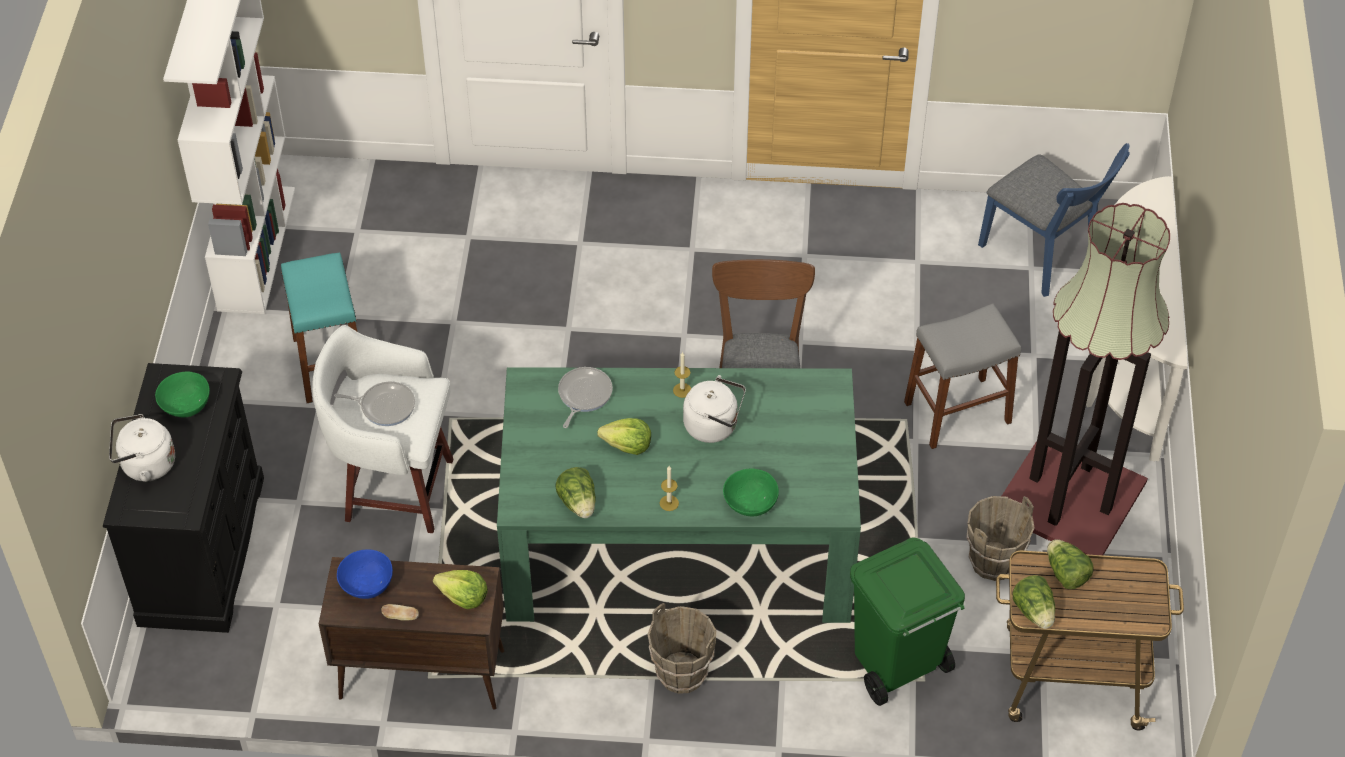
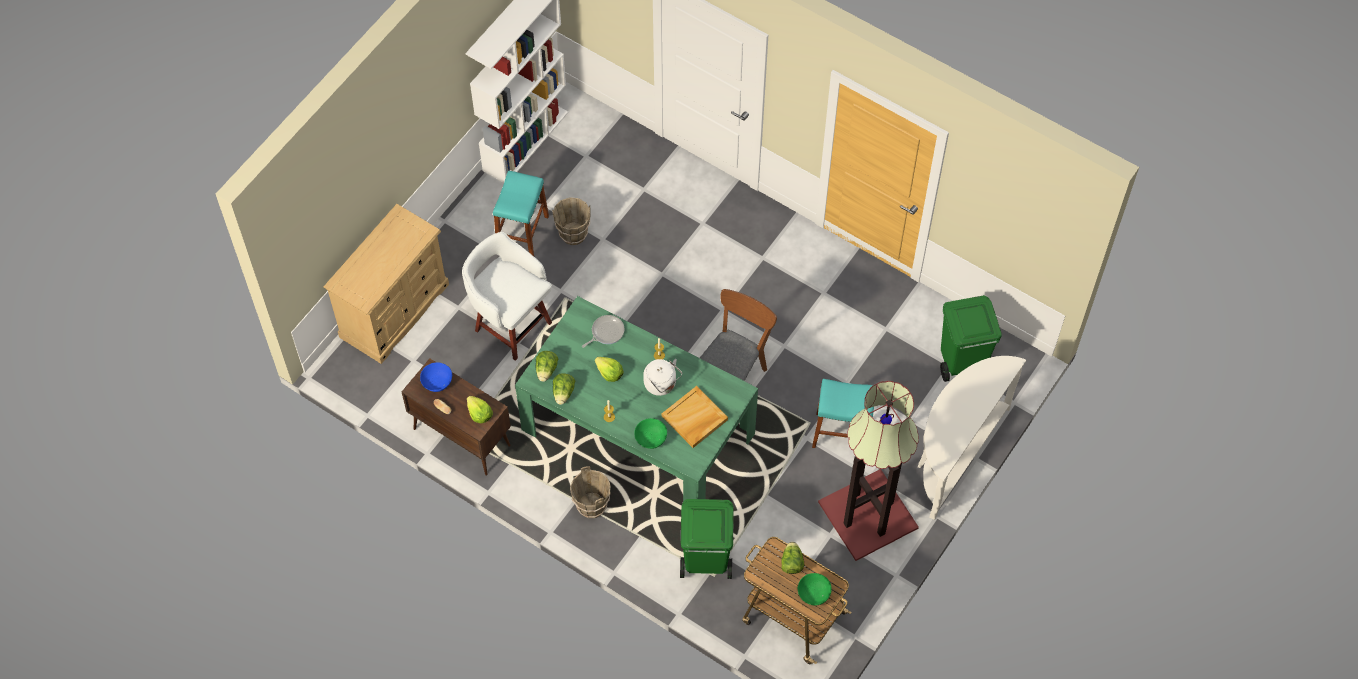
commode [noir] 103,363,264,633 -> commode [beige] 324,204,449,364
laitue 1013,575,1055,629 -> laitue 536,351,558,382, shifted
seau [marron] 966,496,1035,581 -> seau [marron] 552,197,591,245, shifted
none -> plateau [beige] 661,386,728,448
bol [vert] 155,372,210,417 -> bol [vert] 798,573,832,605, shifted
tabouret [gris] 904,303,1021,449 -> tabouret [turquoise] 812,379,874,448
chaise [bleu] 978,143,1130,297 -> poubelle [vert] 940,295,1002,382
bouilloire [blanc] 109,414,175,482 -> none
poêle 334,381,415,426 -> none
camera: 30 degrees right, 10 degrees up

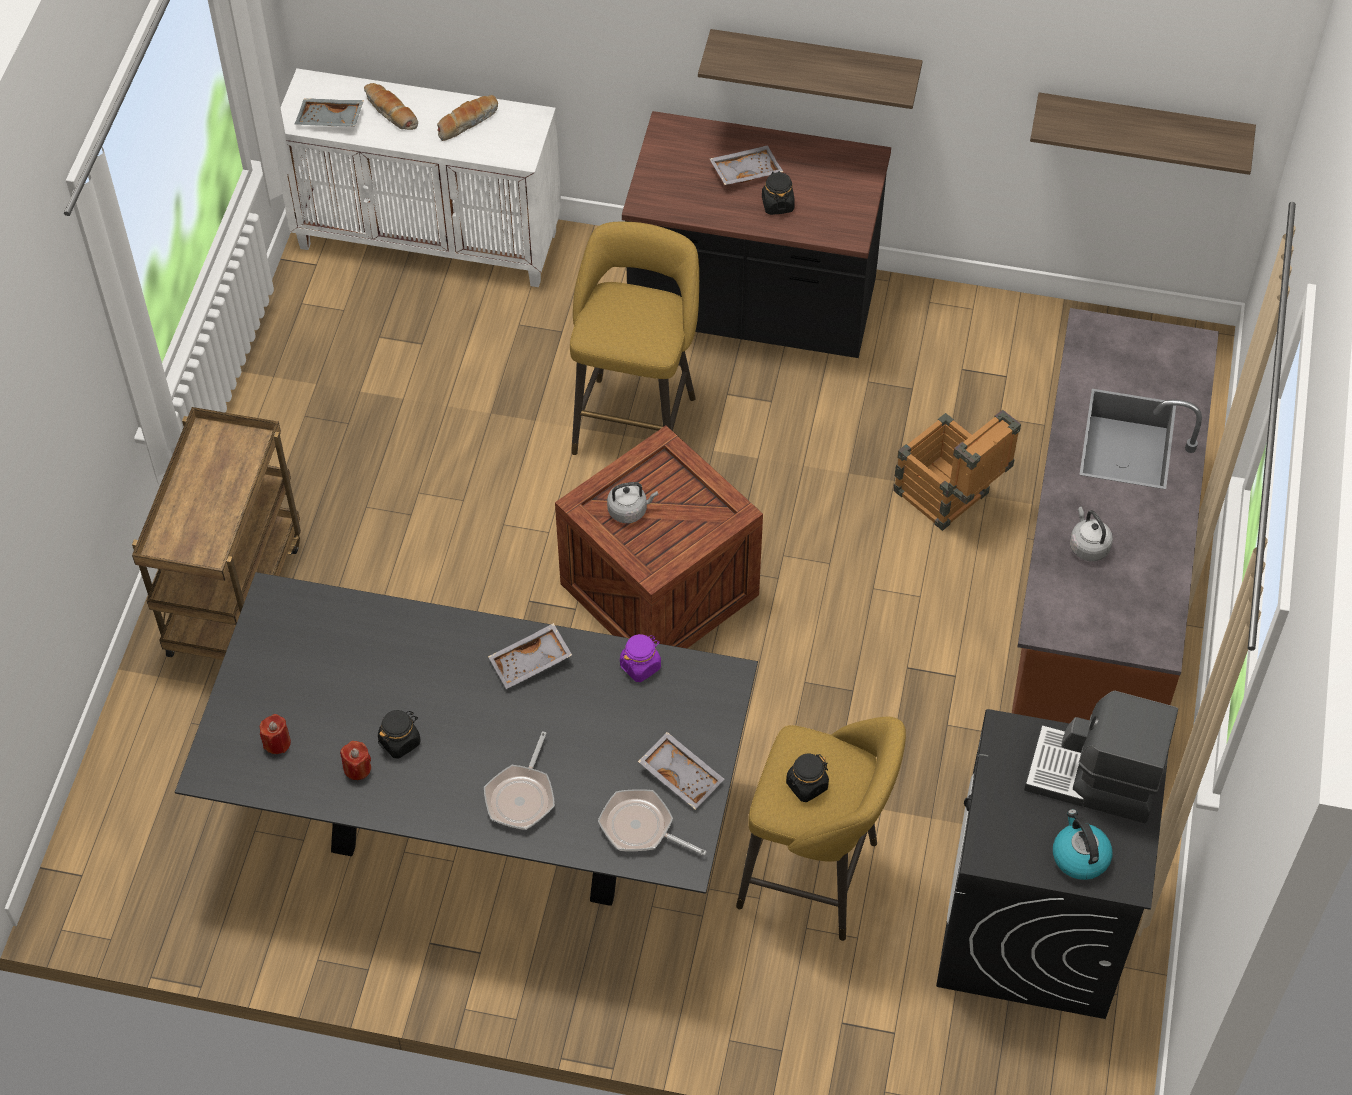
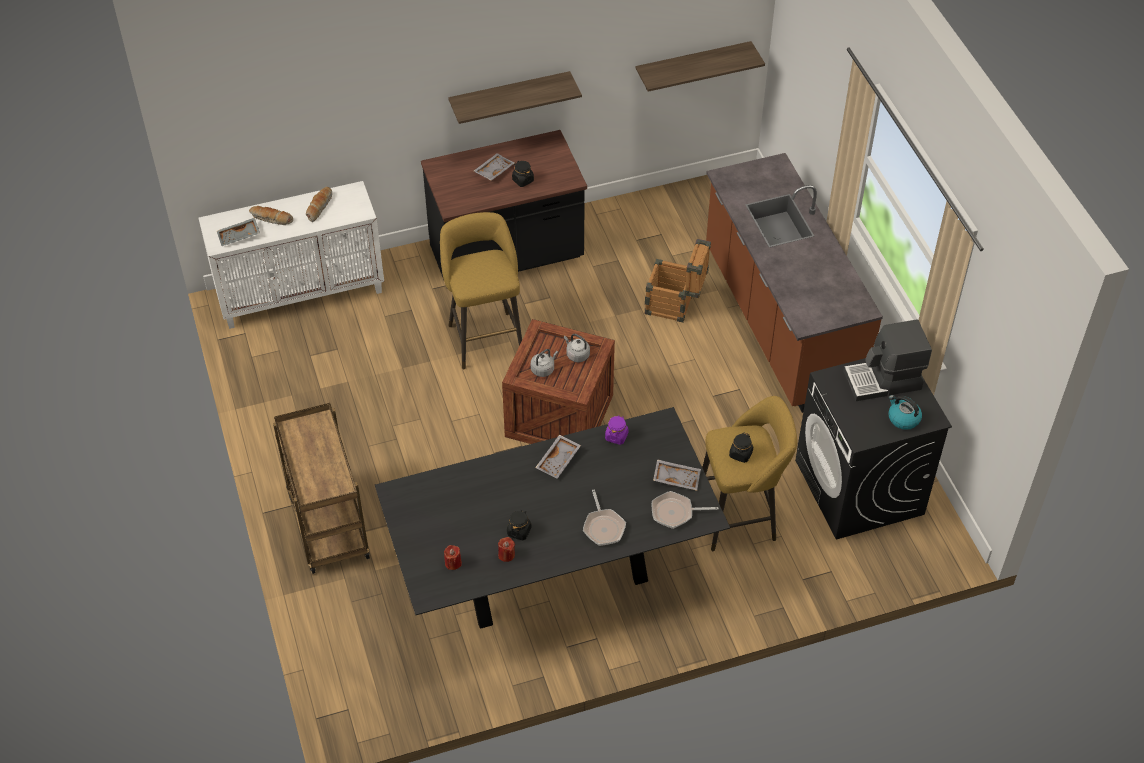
bouilloire [gris] 1070,506,1113,561 -> bouilloire [gris] 564,334,590,362, shifted
camera: 30 degrees left, 5 degrees down

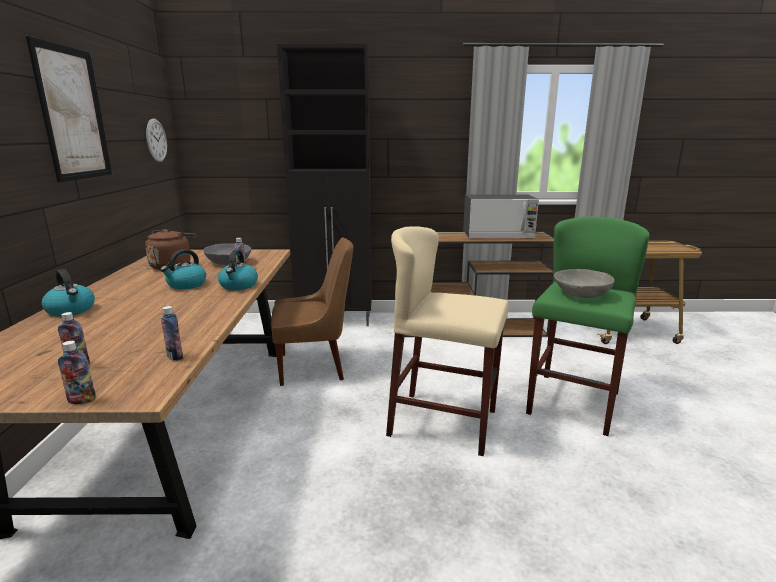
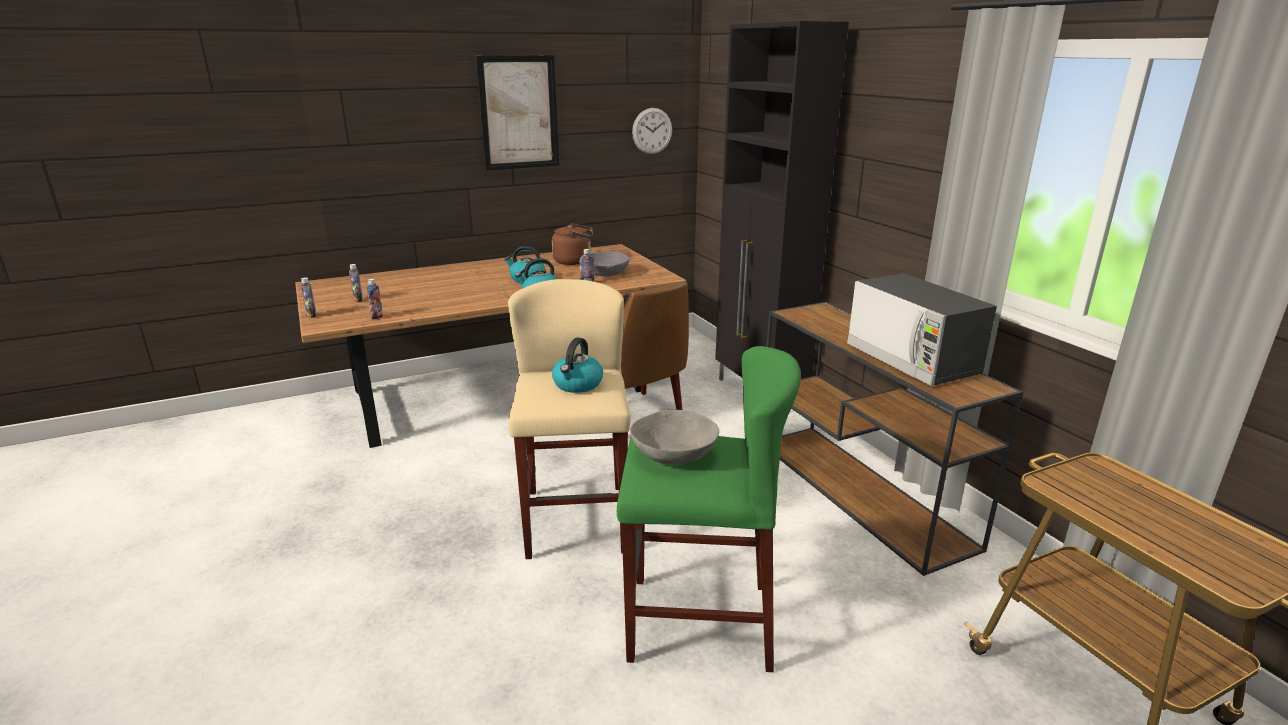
bouilloire 42,269,95,316 -> bouilloire 552,337,603,393, shifted
camera: 65 degrees right, 5 degrees up

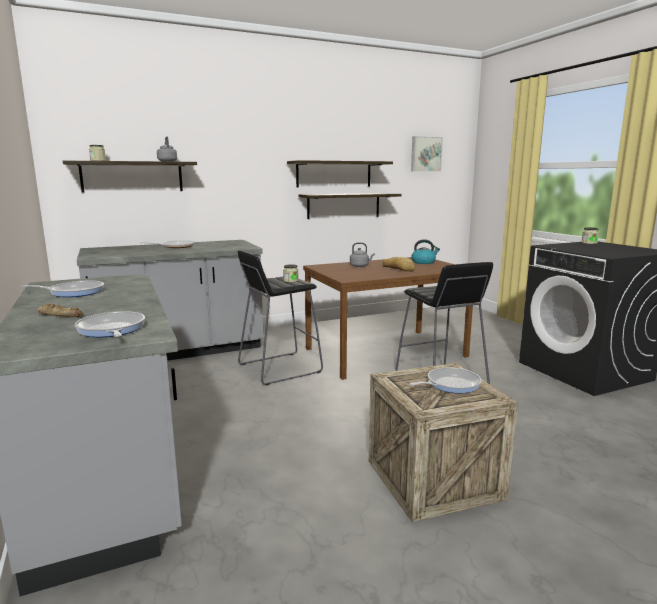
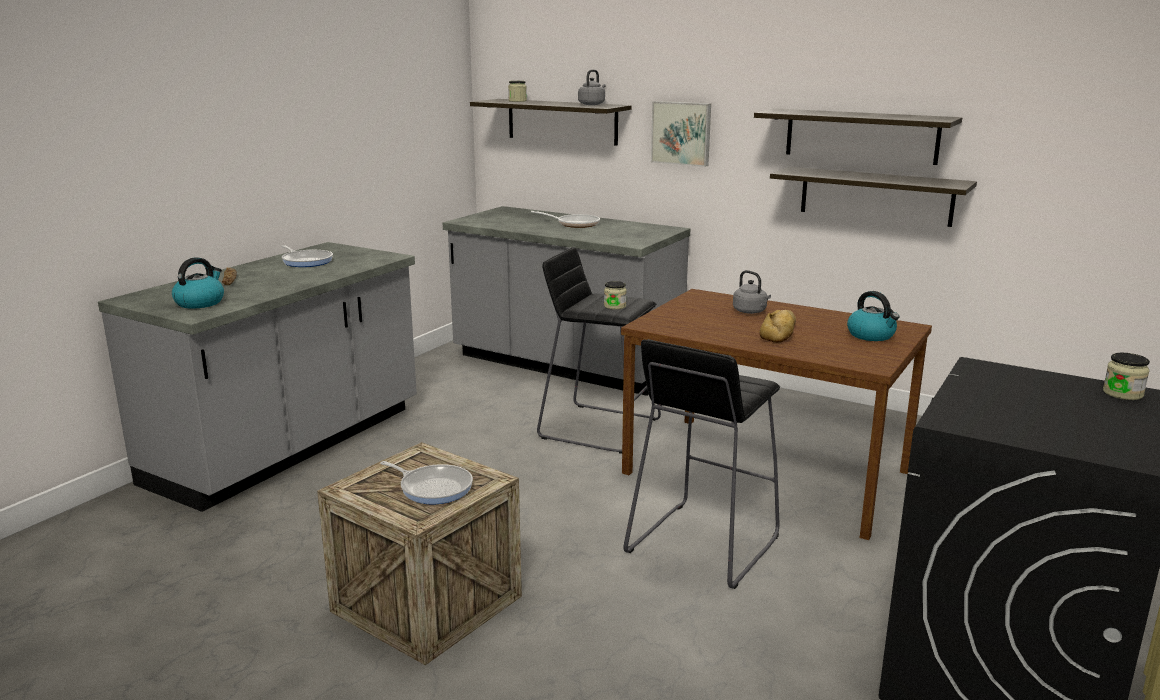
poêle 75,311,145,337 -> bouilloire 172,257,224,309
tableau 411,136,443,172 -> tableau 651,101,711,167, shifted
camera: 55 degrees right, 5 degrees up

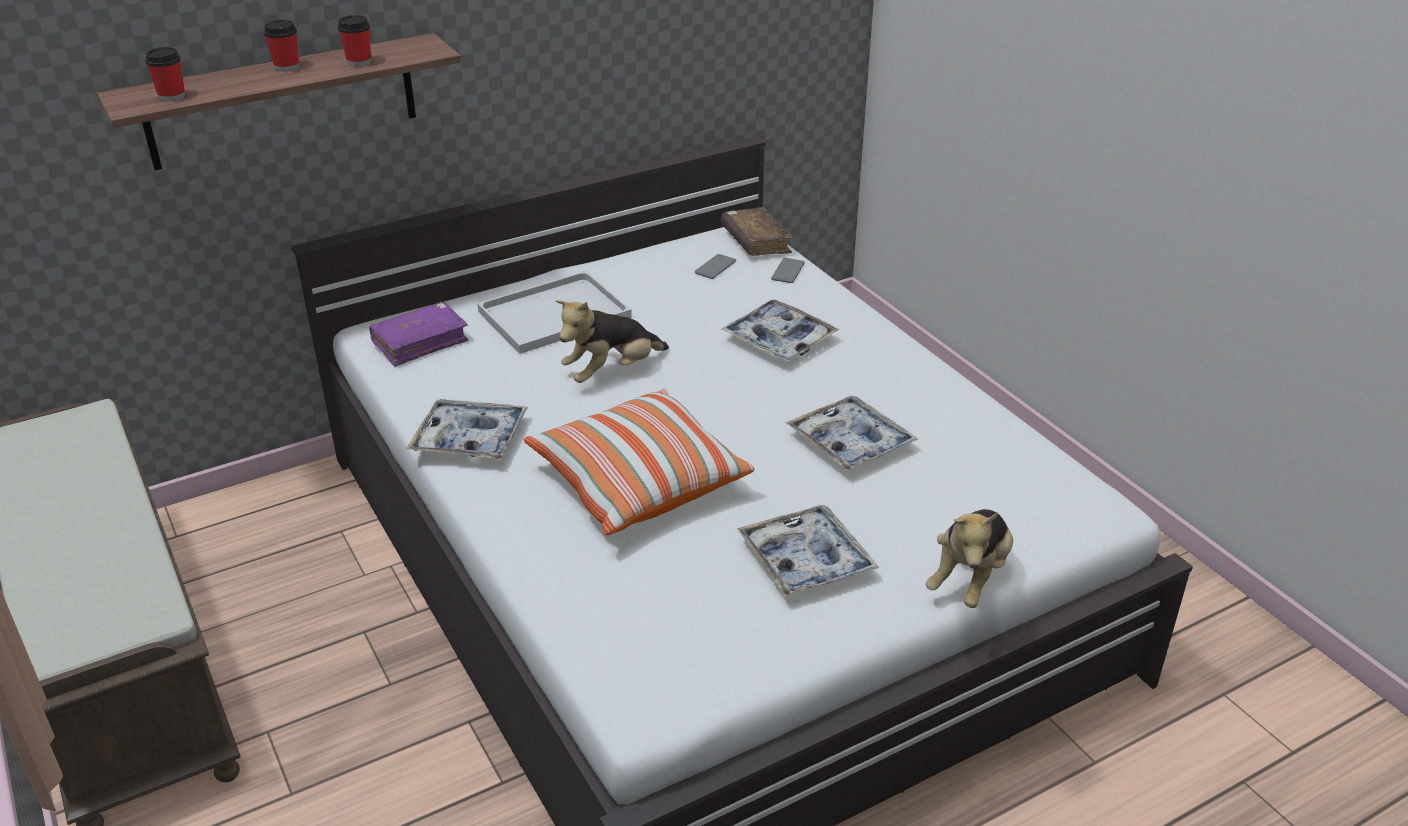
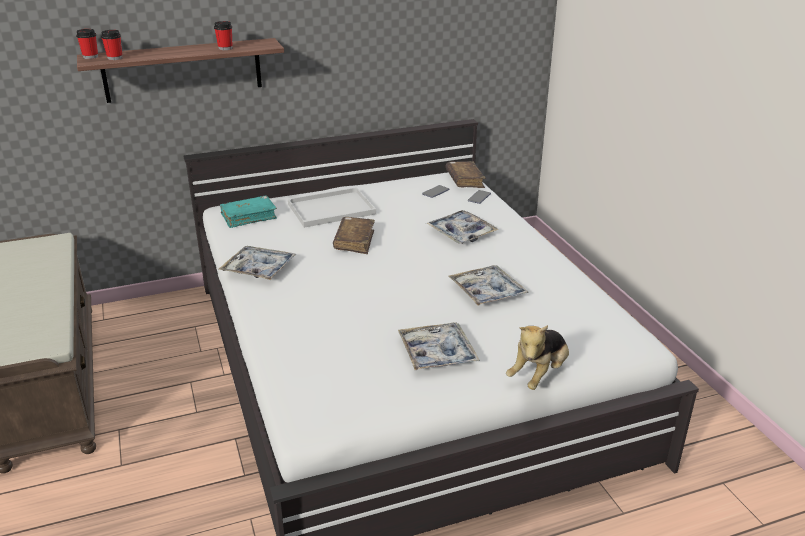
tasse 264,20,299,72 -> tasse 76,29,98,59, shifted
livre [violet] 369,302,469,367 -> livre [turquoise] 220,195,277,228
peluche 556,300,669,383 -> livre [marron] 333,217,375,254
coussin 524,389,754,535 -> none
camera: 10 degrees right, 5 degrees down

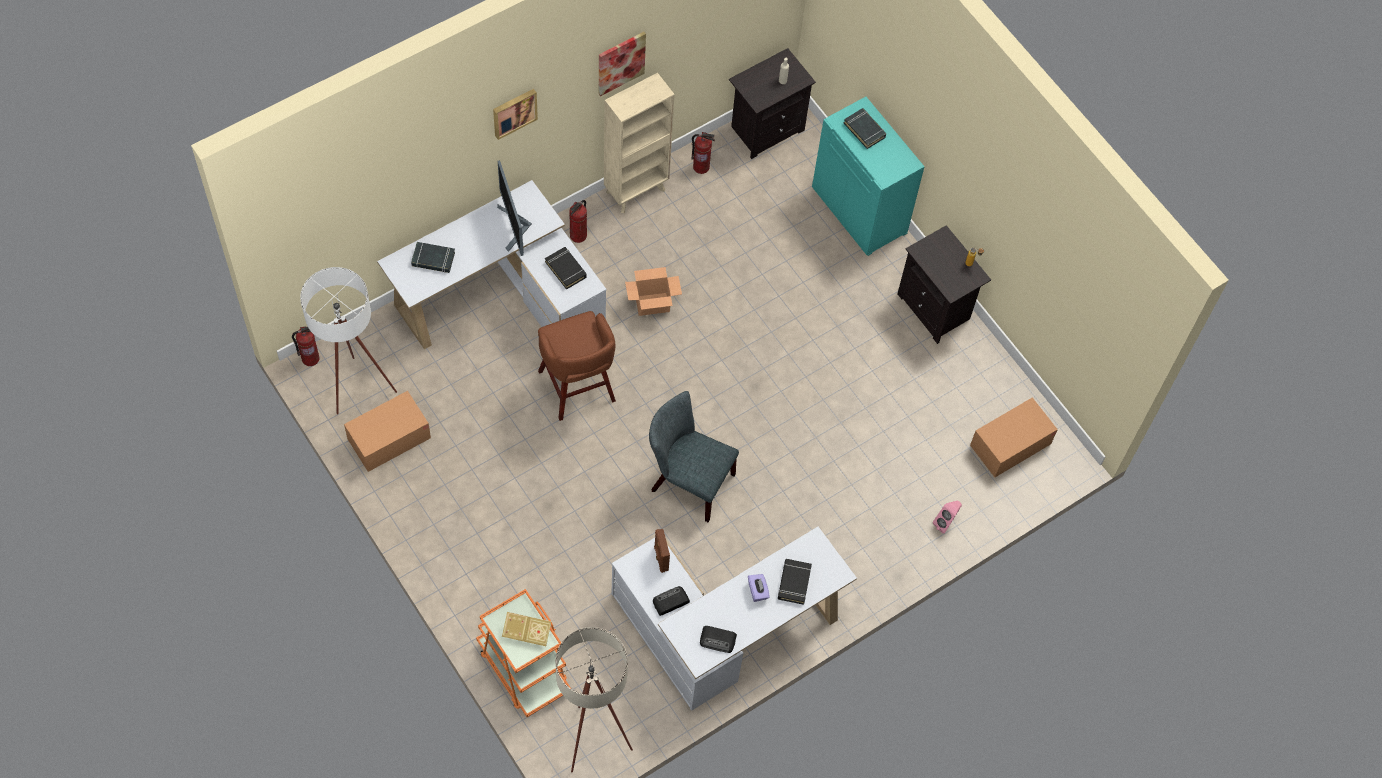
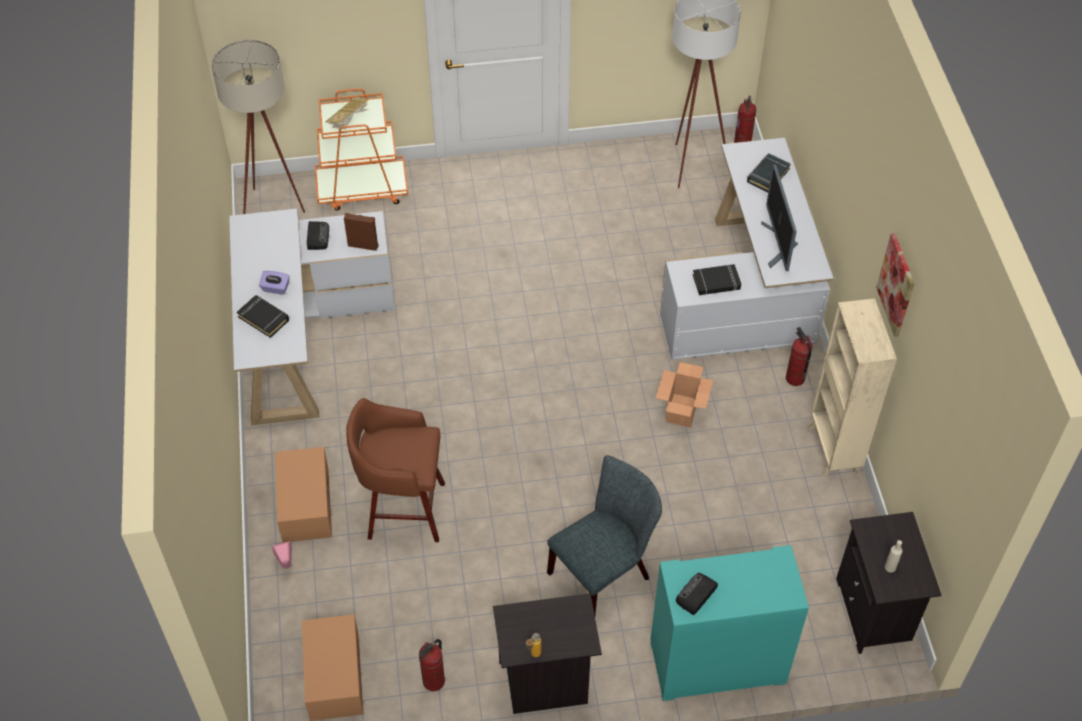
carton 344,391,431,472 -> carton 275,447,332,543, shifted
tabouret [marron] 538,311,616,421 -> tabouret [marron] 347,398,445,542, shifted
extincteur 692,132,715,174 -> extincteur 419,639,445,691, shifted
chaise [gris] 649,391,739,522 -> chaise [gris] 547,455,662,615, shifted
radio 700,626,737,653 -> radio 676,573,718,615, shifted
écran d'ordinateur 497,160,532,256 -> écran d'ordinateur 761,164,798,271, 105 degrees counterclockwise
tableau 493,89,538,140 -> none
livre [noir] 844,108,886,149 -> none
camera: 120 degrees right, 10 degrees down

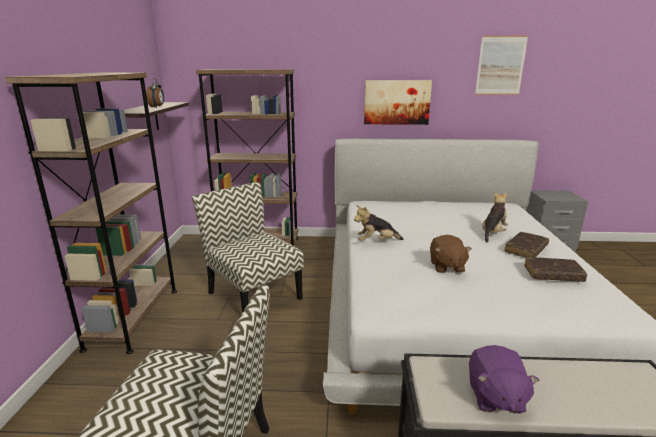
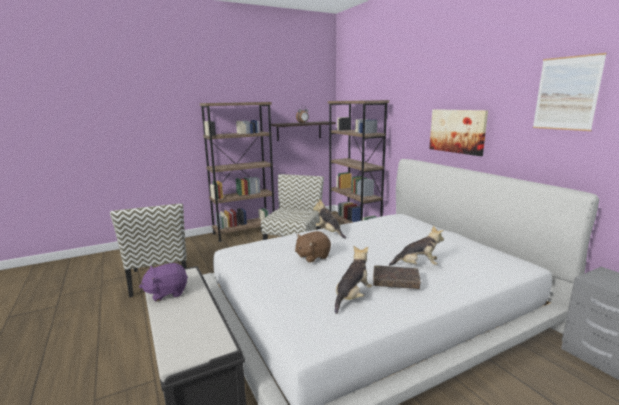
livre [marron] 524,257,587,282 -> peluche 335,246,372,314
camera: 60 degrees right, 5 degrees down

